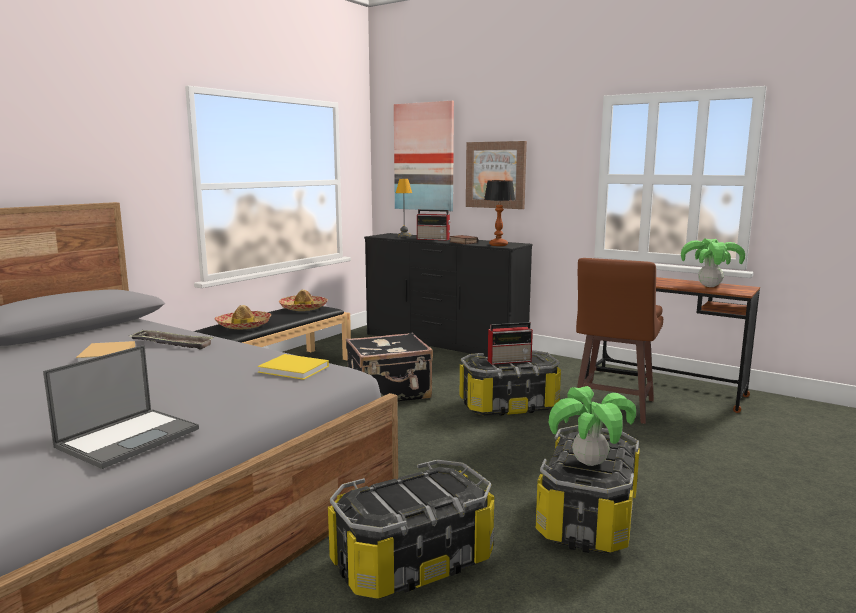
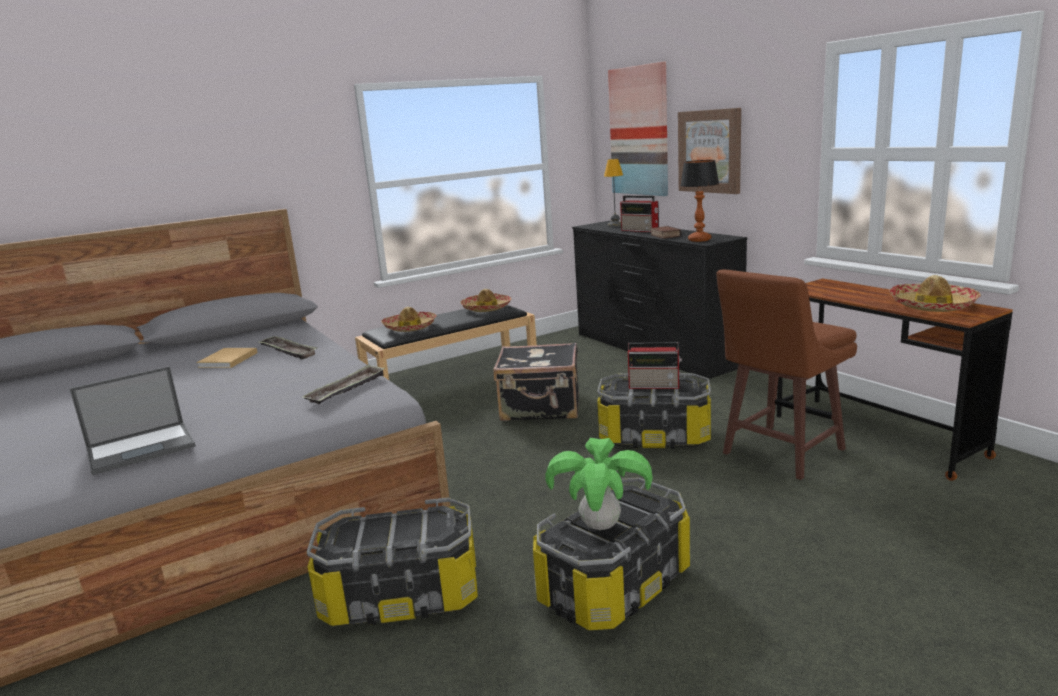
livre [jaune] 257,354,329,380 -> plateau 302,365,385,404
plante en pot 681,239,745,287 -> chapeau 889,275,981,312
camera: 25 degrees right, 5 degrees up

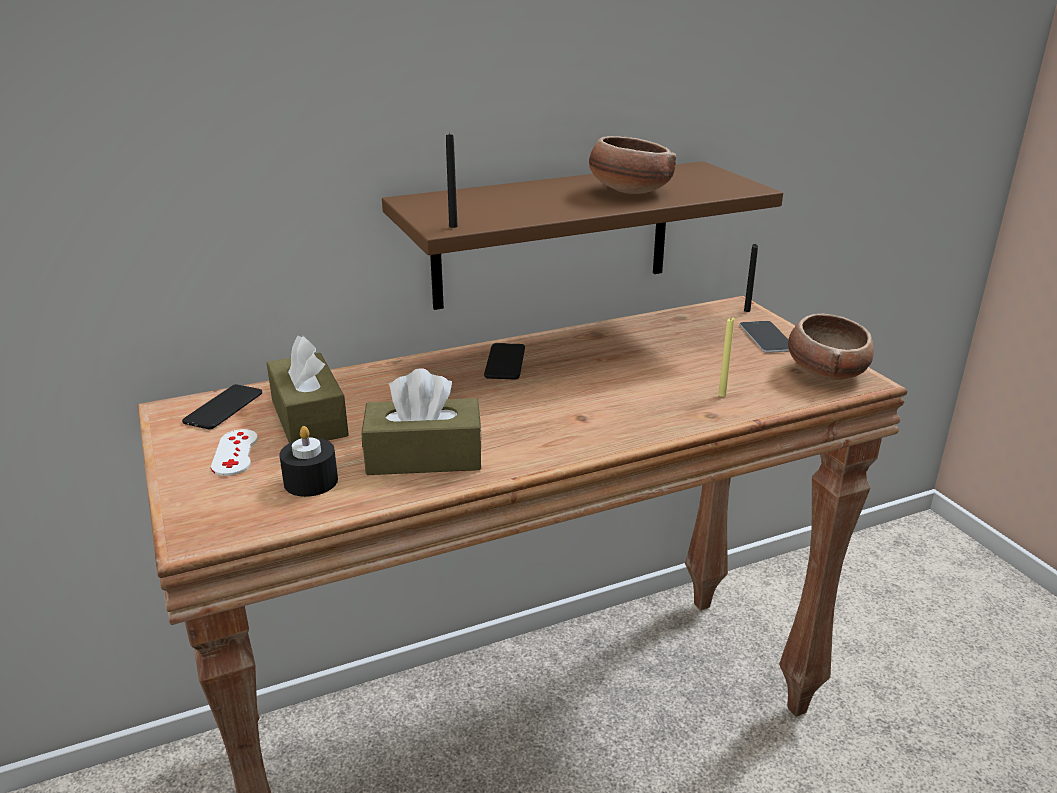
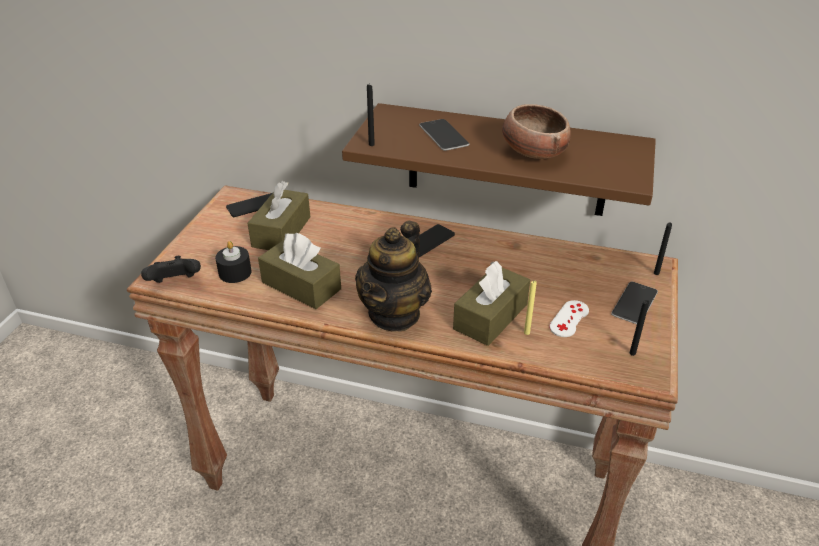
none -> manette [noir] 141,256,201,283
none -> théière 355,220,432,332
none -> téléphone 419,119,469,151
none -> boîte à mouchoirs [marron] 453,261,530,346
manette [blanc] 211,429,258,476 -> manette [blanc] 549,300,589,337, shifted
bol 788,314,874,380 -> bougie [noir] 629,300,649,356
camera: 40 degrees right, 10 degrees up

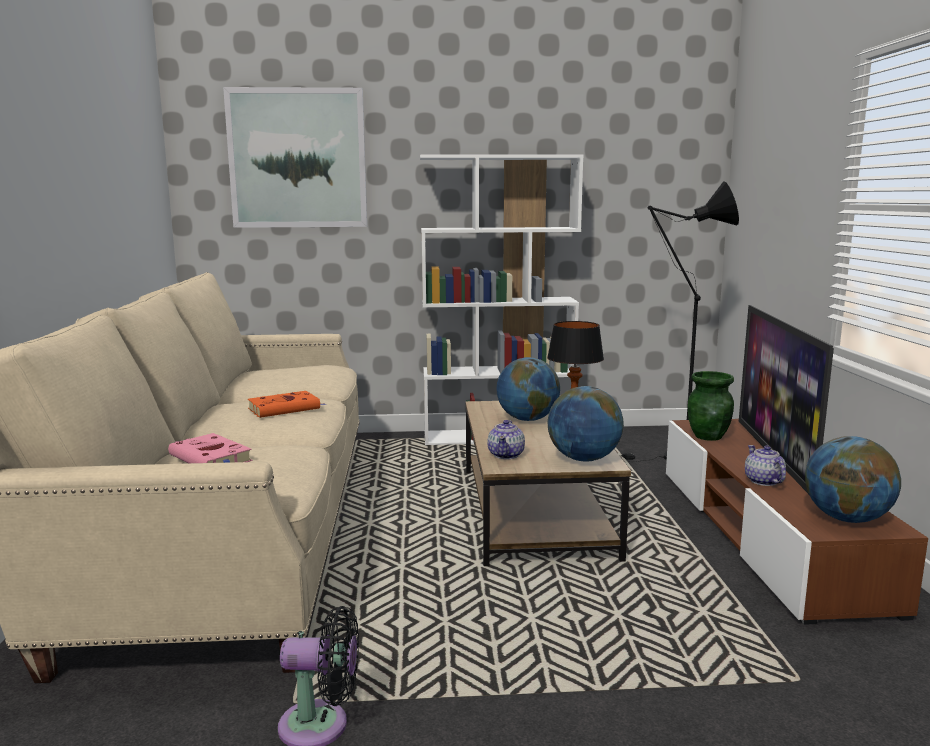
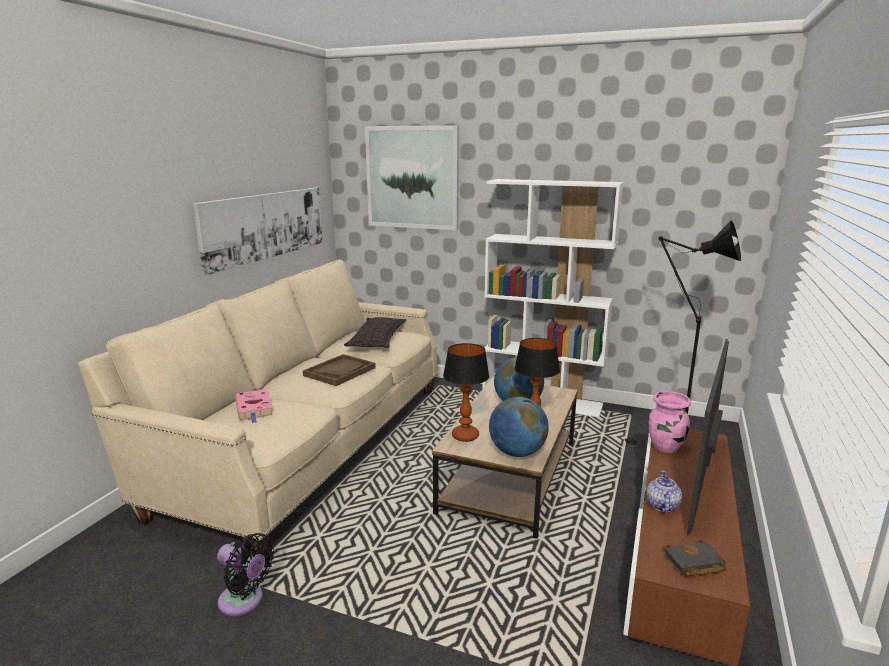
none -> tableau 193,188,323,276
livre [orange] 248,391,326,418 -> plateau [marron] 303,354,376,386
none -> coussin 344,317,406,348
théière 487,420,525,459 -> lampe de table 443,343,489,442
vase [vert] 688,371,734,441 -> vase [rose] 649,391,691,453
globe 805,436,901,523 -> livre [noir] 664,540,727,577
camera: 25 degrees right, 5 degrees up

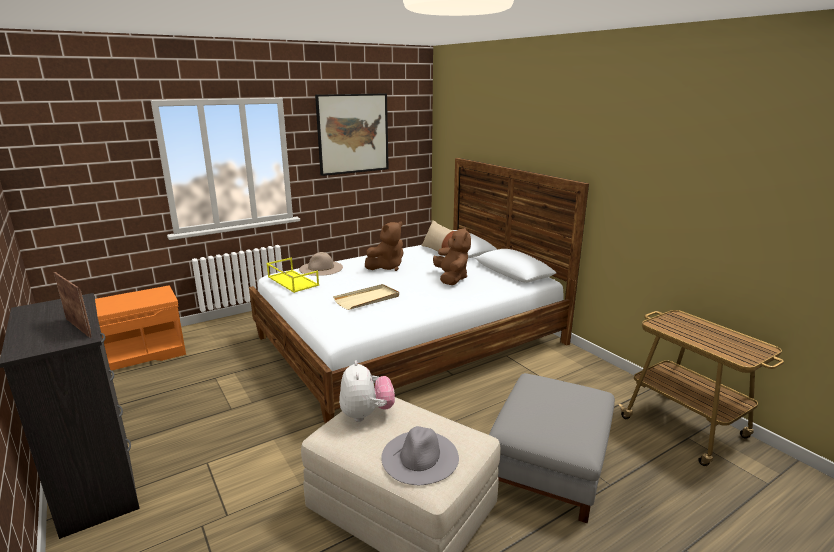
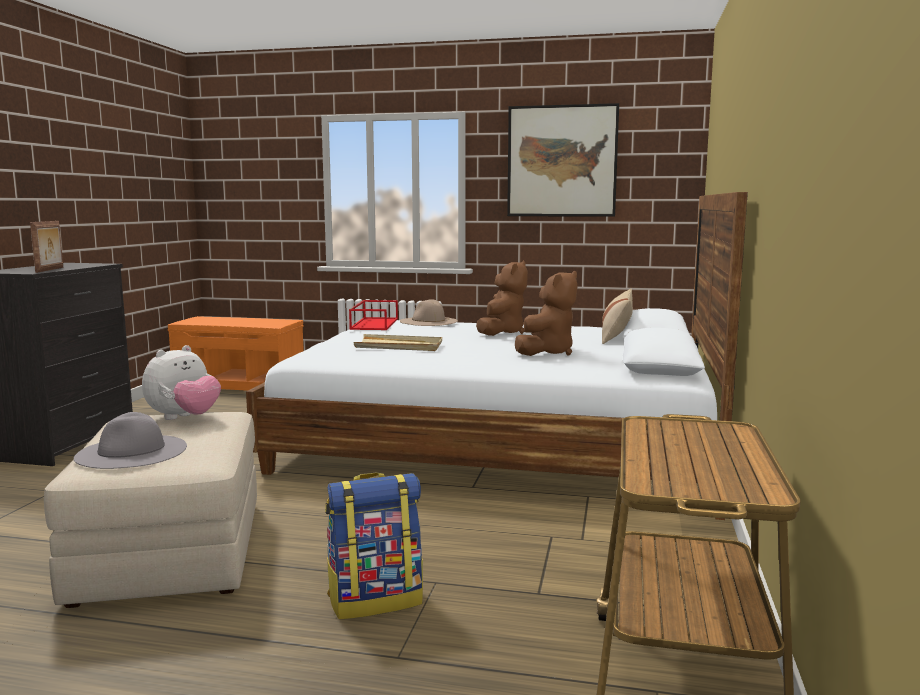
pouf [gris] 489,373,615,523 -> sac à dos 325,472,423,620
plateau [jaune] 267,258,319,293 -> plateau [rouge] 349,300,398,330
peluche [marron] 365,222,403,271 -> peluche [marron] 476,260,528,336, 75 degrees counterclockwise
camera: 45 degrees right, 10 degrees down

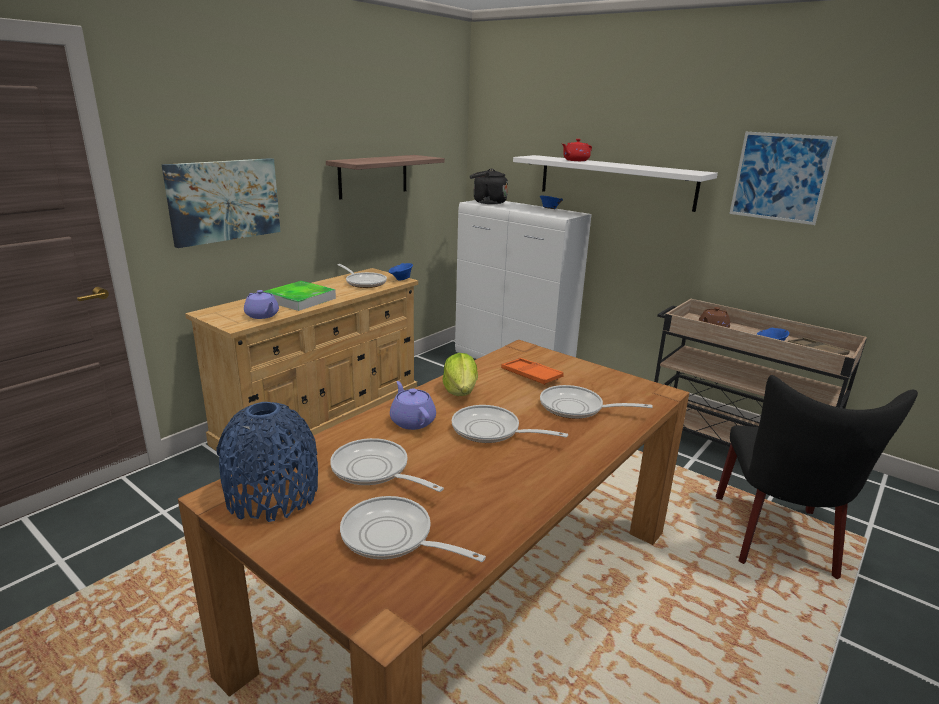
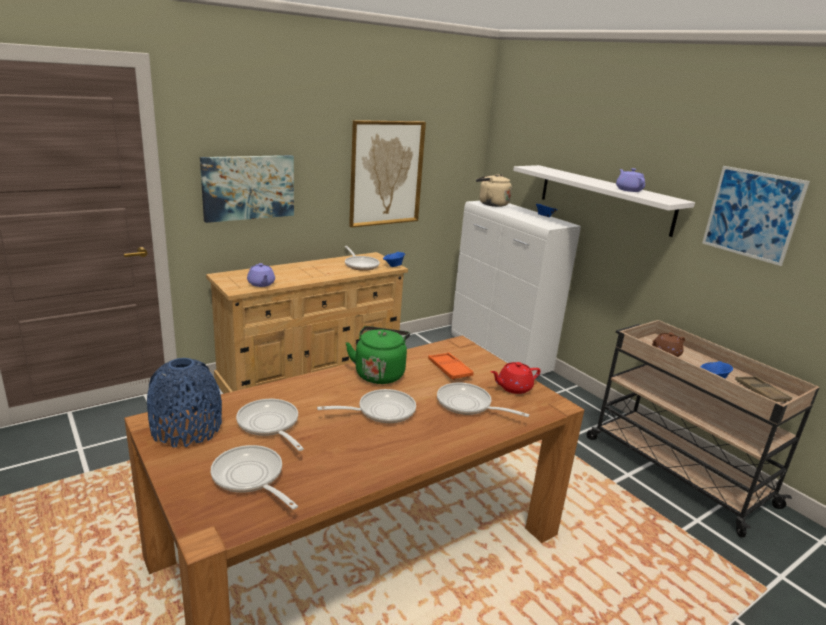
poêle 452,405,568,443 -> poêle 317,389,416,423, 120 degrees clockwise
laitue 442,353,478,396 -> bouilloire [vert] 346,326,410,384
étagère 326,155,445,200 -> tableau 349,120,426,227
bouilloire [noir] 470,169,508,204 -> bouilloire [beige] 476,174,512,207
théière [rouge] 562,139,592,161 -> théière [rouge] 491,362,541,394, shifted
théière [violet] 390,381,436,430 -> théière [violet] 616,168,645,192, shifted
plateau 263,281,336,311 -> none
chaise [noir] 716,375,918,579 -> none
camera: 15 degrees right, 0 degrees up

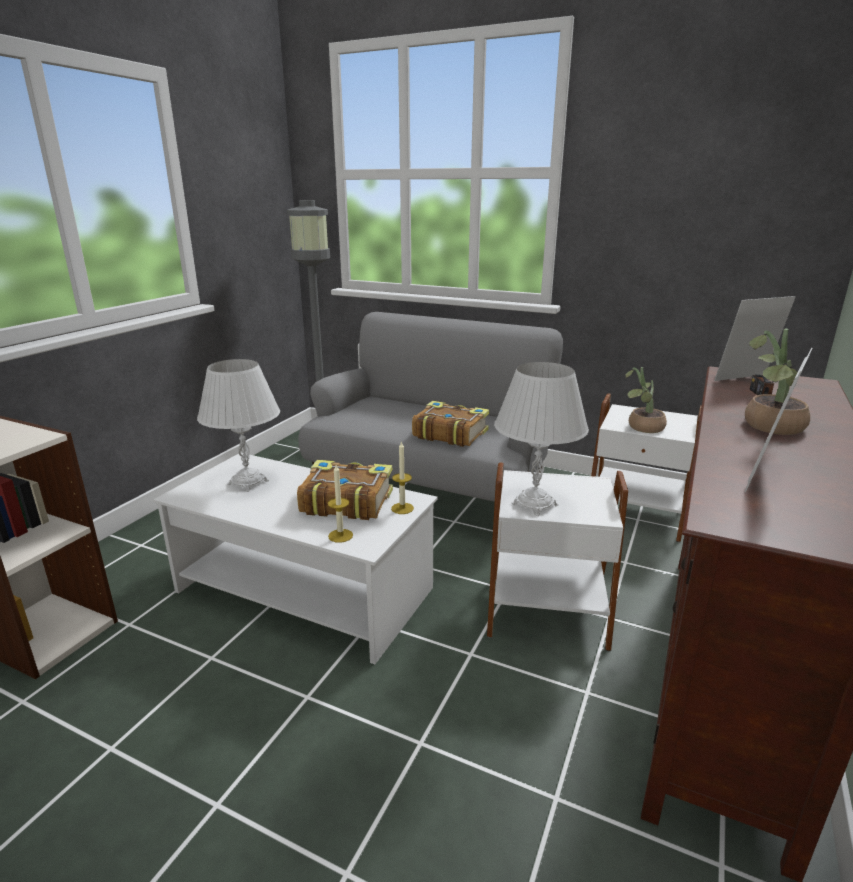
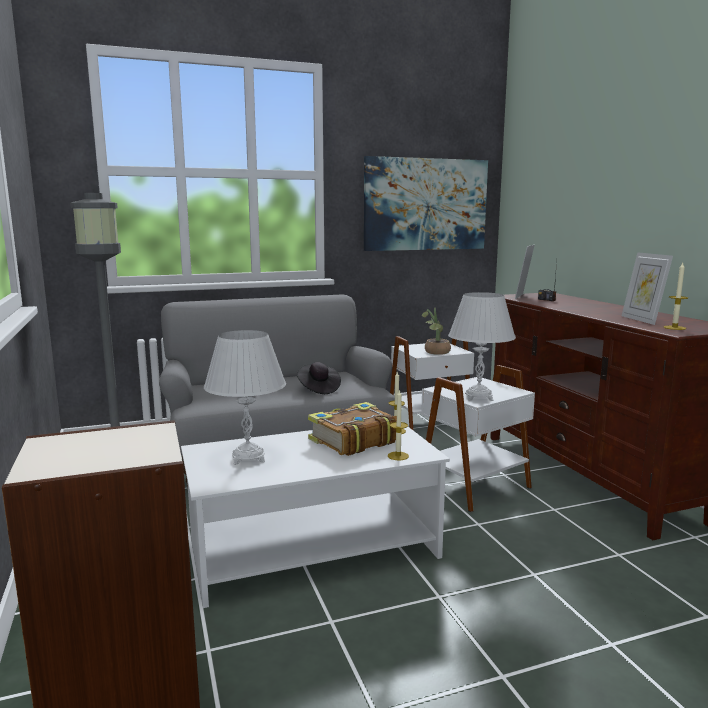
livre 412,401,489,447 -> chapeau [noir] 297,362,341,394
none -> tableau 364,156,488,251
none -> bougie 664,263,688,330
plante en pot 745,329,810,435 -> none
camera: 45 degrees left, 10 degrees down

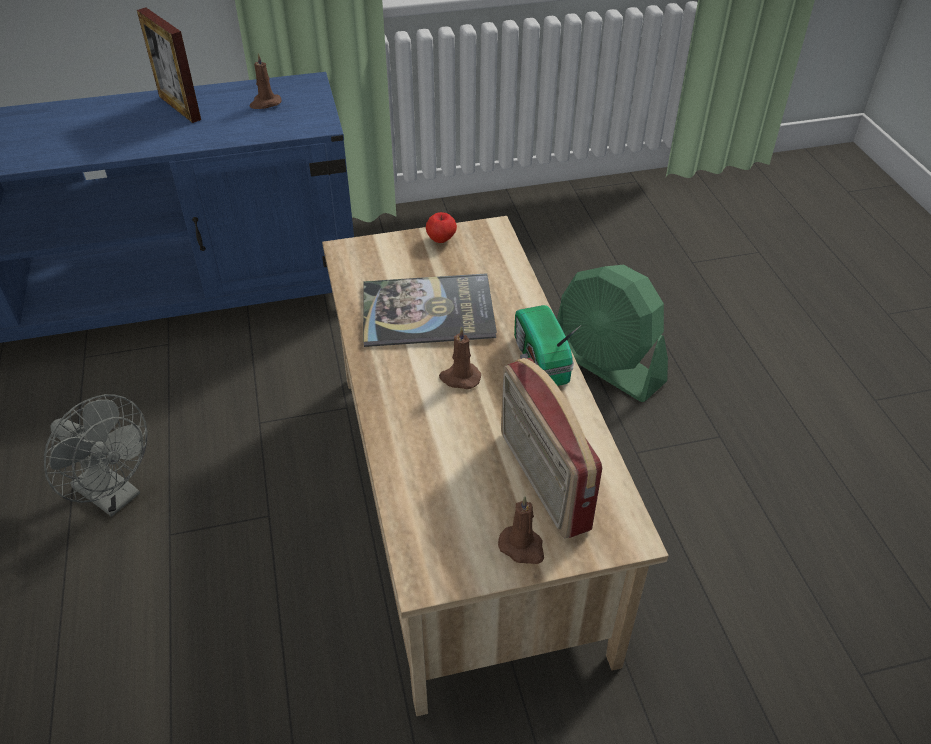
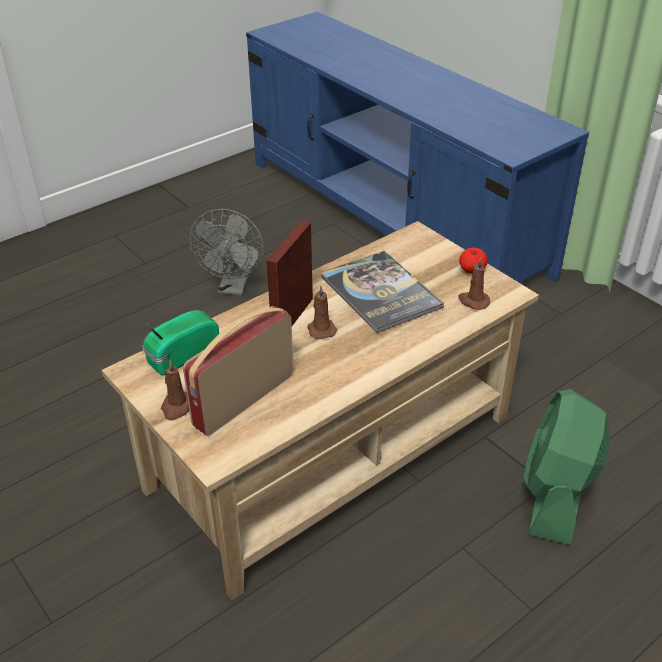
radio 514,305,582,386 -> radio 142,310,219,376, shifted
cadre photo 137,8,201,123 -> cadre photo 267,220,313,326, shifted
bougie [marron] 250,53,282,109 -> bougie [marron] 458,258,491,310, shifted
camera: 65 degrees right, 5 degrees down

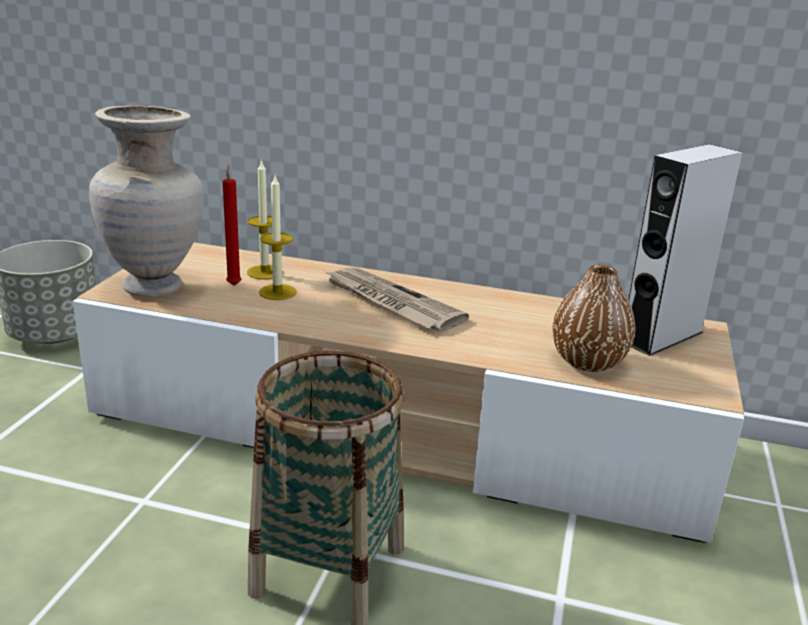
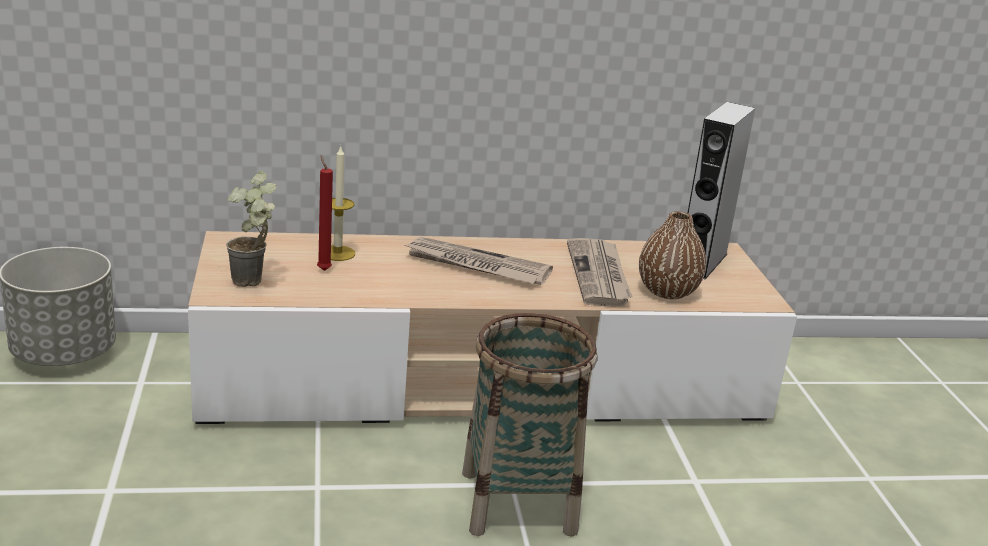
vase [beige] 89,106,204,297 -> plante en pot 226,171,276,287
none -> journal 567,238,632,306
bougie 259,176,297,300 -> none
camera: 25 degrees left, 0 degrees up

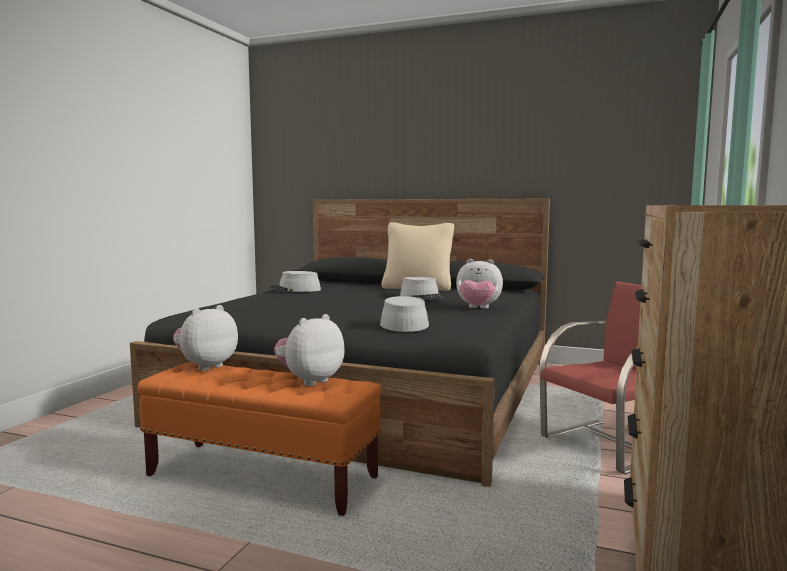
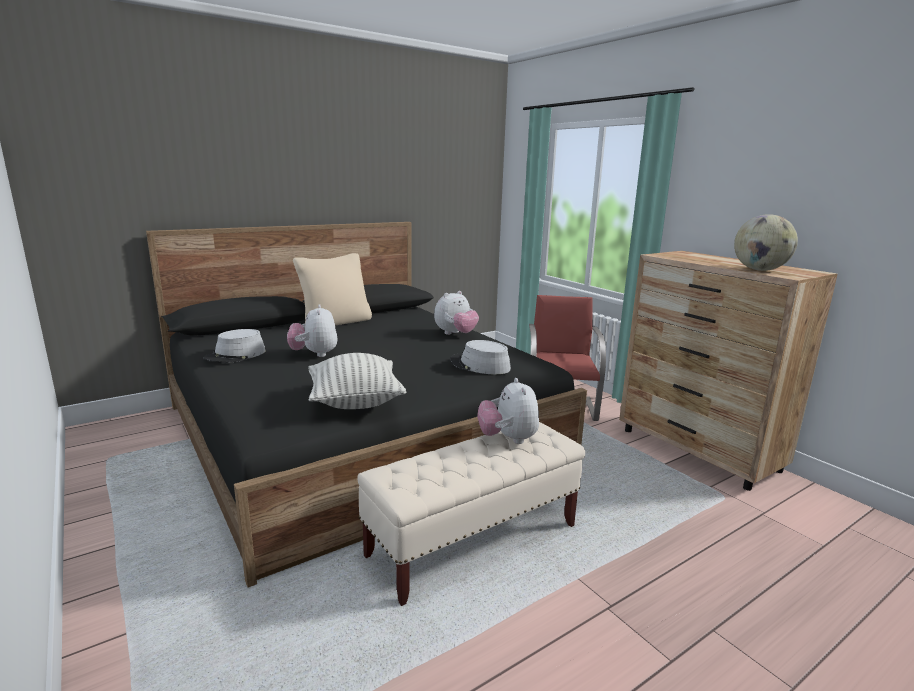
peluche 173,305,238,371 -> peluche 287,304,338,357, shifted
none -> coussin 308,353,406,409
banc [orange] 137,362,382,516 -> banc [beige] 357,422,585,606
none -> globe 734,214,798,271
chapeau [gris] 400,277,445,300 -> none
camera: 55 degrees left, 10 degrees up

